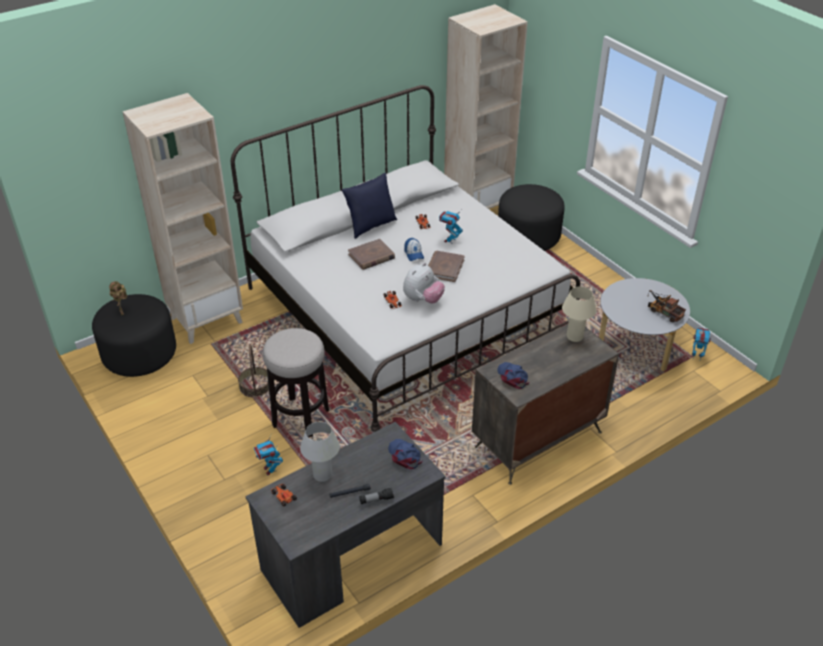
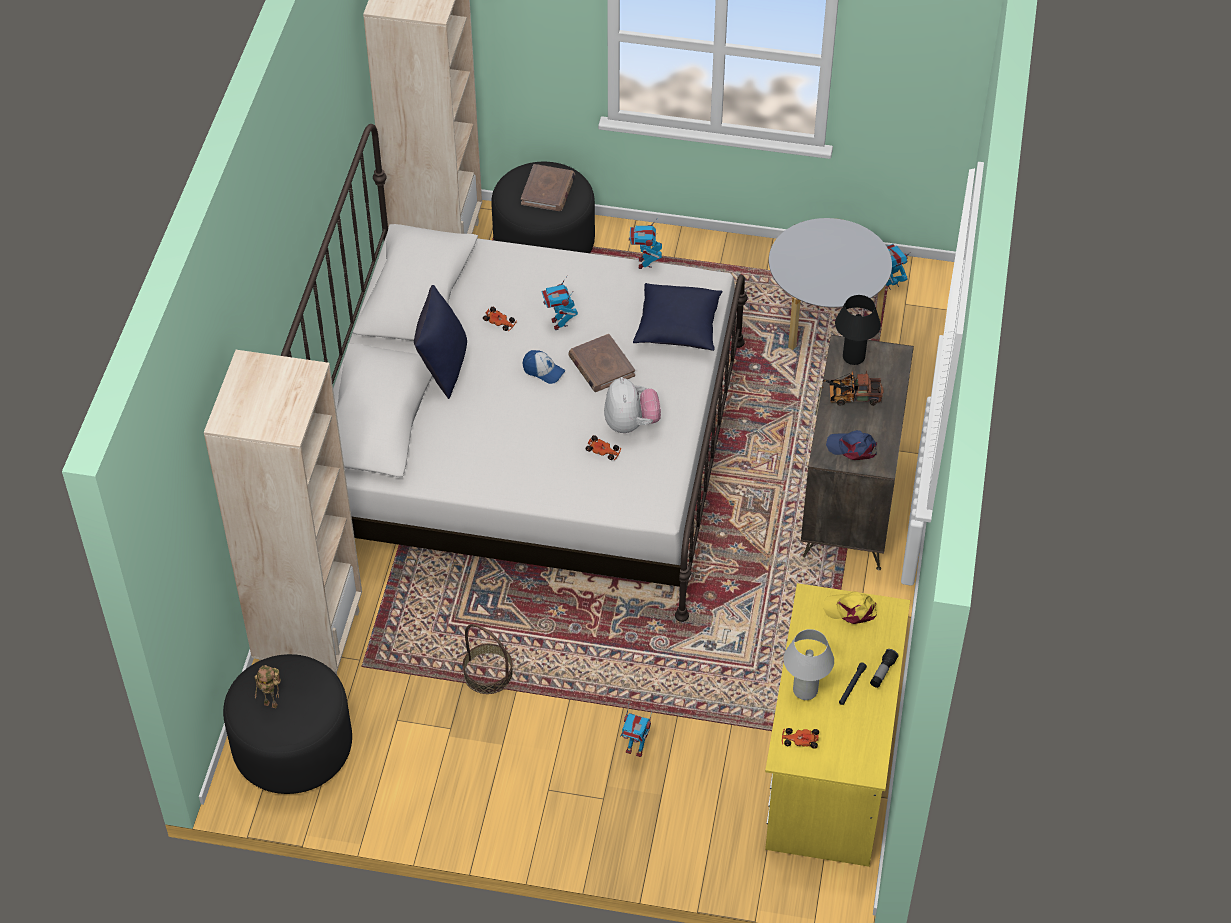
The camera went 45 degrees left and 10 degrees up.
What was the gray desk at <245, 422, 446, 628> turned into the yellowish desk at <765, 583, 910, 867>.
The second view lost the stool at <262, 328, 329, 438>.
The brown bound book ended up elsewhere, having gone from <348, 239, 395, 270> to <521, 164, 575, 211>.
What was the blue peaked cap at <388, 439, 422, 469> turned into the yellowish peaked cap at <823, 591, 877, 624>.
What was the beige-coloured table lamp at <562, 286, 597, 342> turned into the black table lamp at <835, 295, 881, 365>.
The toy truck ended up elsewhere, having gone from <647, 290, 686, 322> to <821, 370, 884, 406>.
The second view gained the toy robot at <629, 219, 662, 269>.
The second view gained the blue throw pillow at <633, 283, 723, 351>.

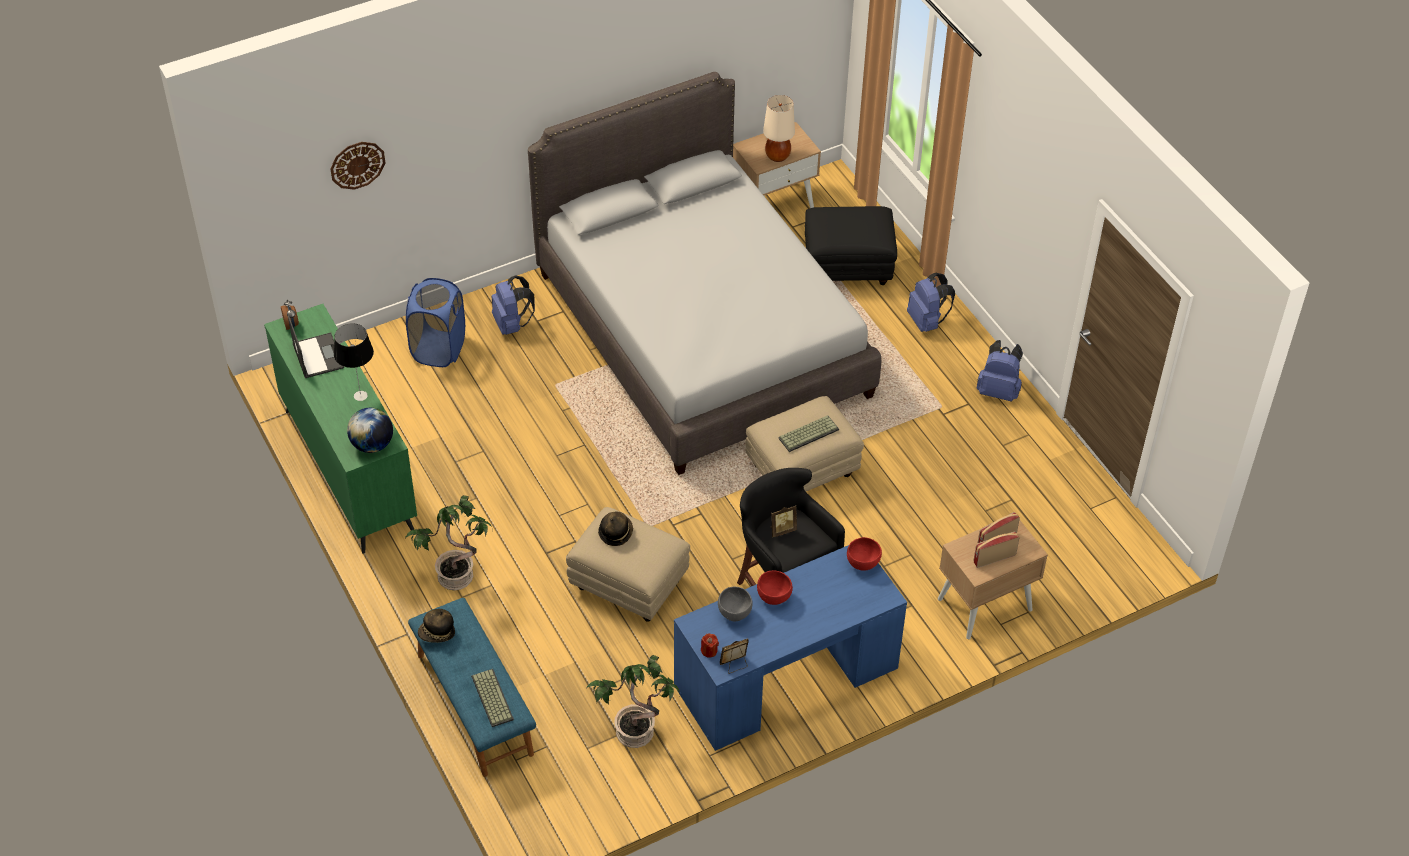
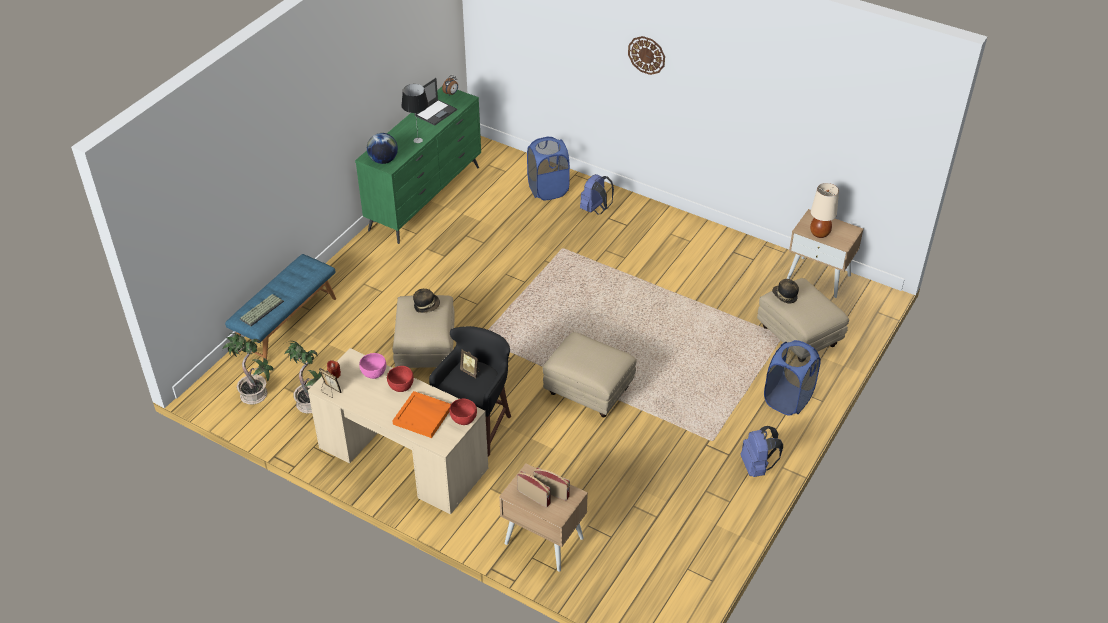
The camera went 60 degrees right and 5 degrees down.
The hanging clock ended up elsewhere, having gone from <330, 142, 385, 190> to <628, 36, 665, 75>.
The plant in a pot ended up elsewhere, having gone from <405, 495, 492, 590> to <222, 333, 273, 404>.
The hat ended up elsewhere, having gone from <418, 609, 455, 643> to <772, 279, 799, 304>.
The second view lost the gray sleeping bed at <528, 72, 881, 475>.
What was the blue desk at <674, 545, 907, 751> turned into the beige-coloured desk at <308, 348, 488, 515>.
What was the gray deep dish at <718, 587, 753, 621> turned into the pinkish deep dish at <359, 353, 386, 379>.
The second view lost the keyboard at <778, 415, 839, 452>.
What was the black footrest at <805, 206, 897, 285> turned into the beige-coloured footrest at <757, 278, 849, 352>.
Where the blue backpack stood at <907, 273, 955, 332>, the blue laundry basket came to stand at <764, 340, 821, 416>.
The second view gained the orangey carrying tray at <392, 391, 451, 438>.

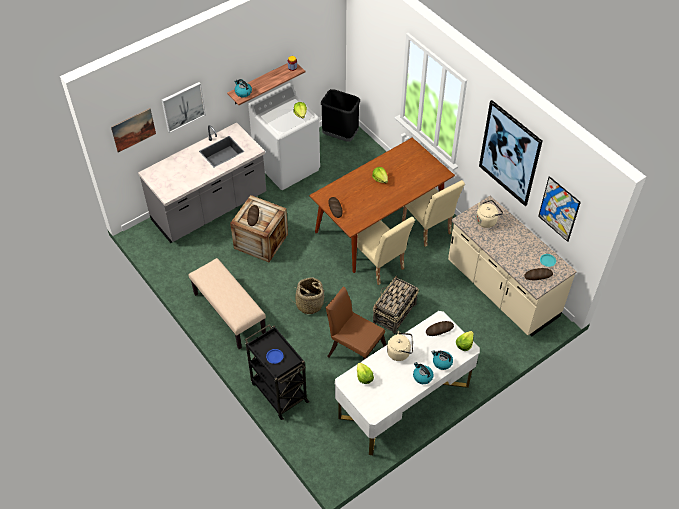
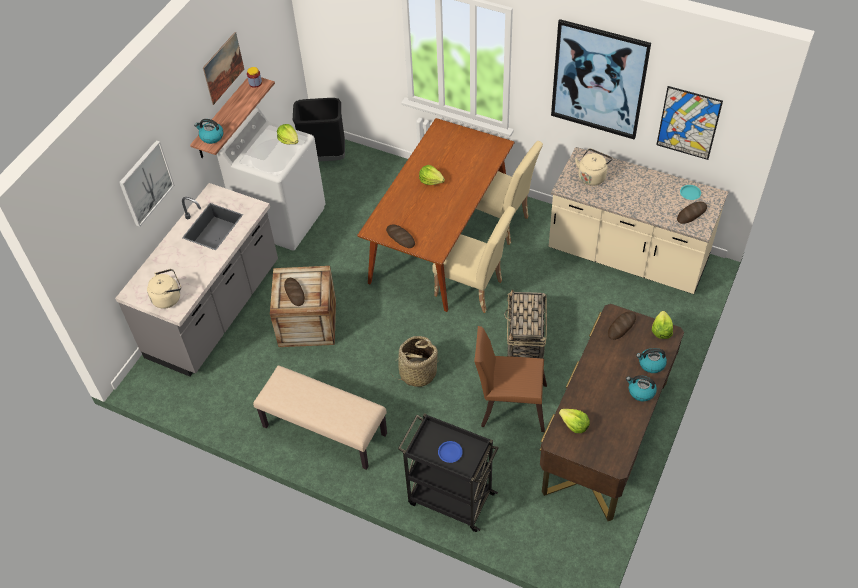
The camera went 25 degrees left and 0 degrees up.
The picture ended up elsewhere, having gone from <111, 108, 156, 153> to <203, 32, 244, 105>.
What was the white desk at <335, 311, 480, 455> turned into the brown desk at <540, 304, 684, 521>.
The beige-coloured water kettle ended up elsewhere, having gone from <387, 331, 413, 361> to <147, 269, 181, 309>.

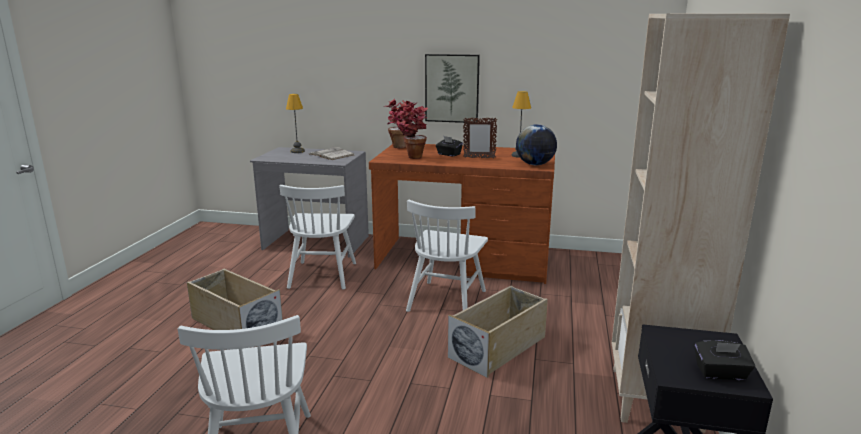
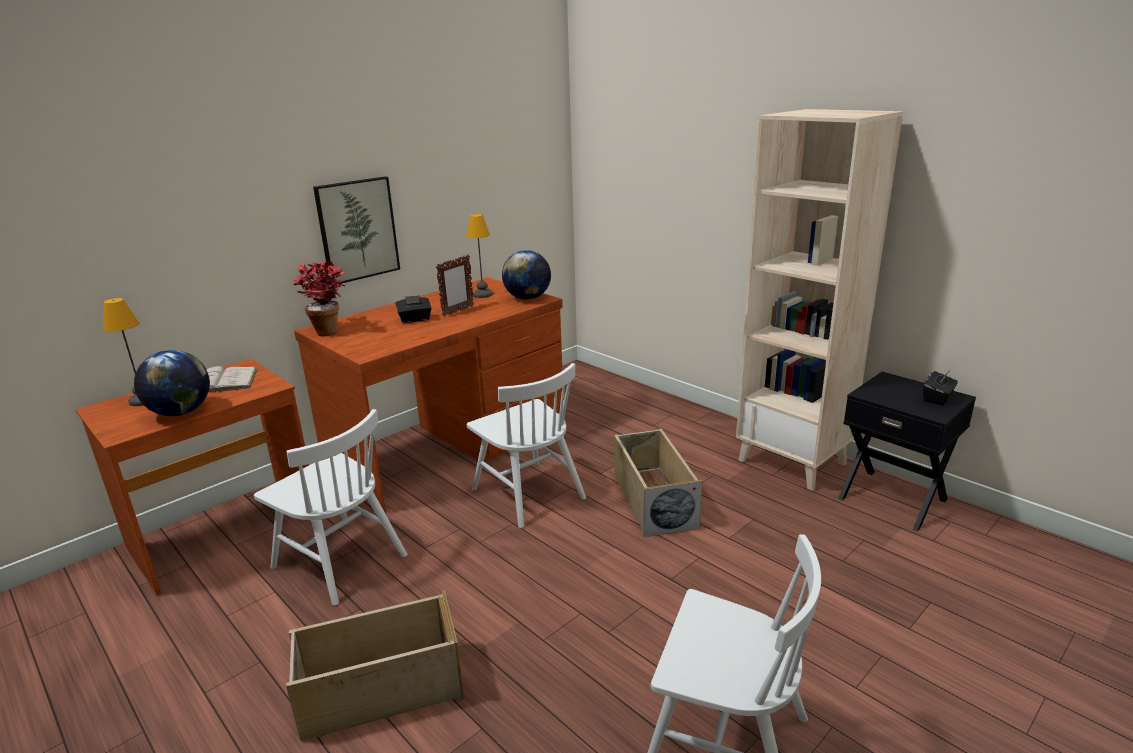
The camera went 55 degrees left and 5 degrees up.
What was the gray desk at <250, 147, 369, 258> turned into the brown desk at <75, 359, 309, 596>.
The second view lost the plant in a pot at <387, 106, 428, 159>.
The second view gained the world globe at <134, 350, 210, 416>.

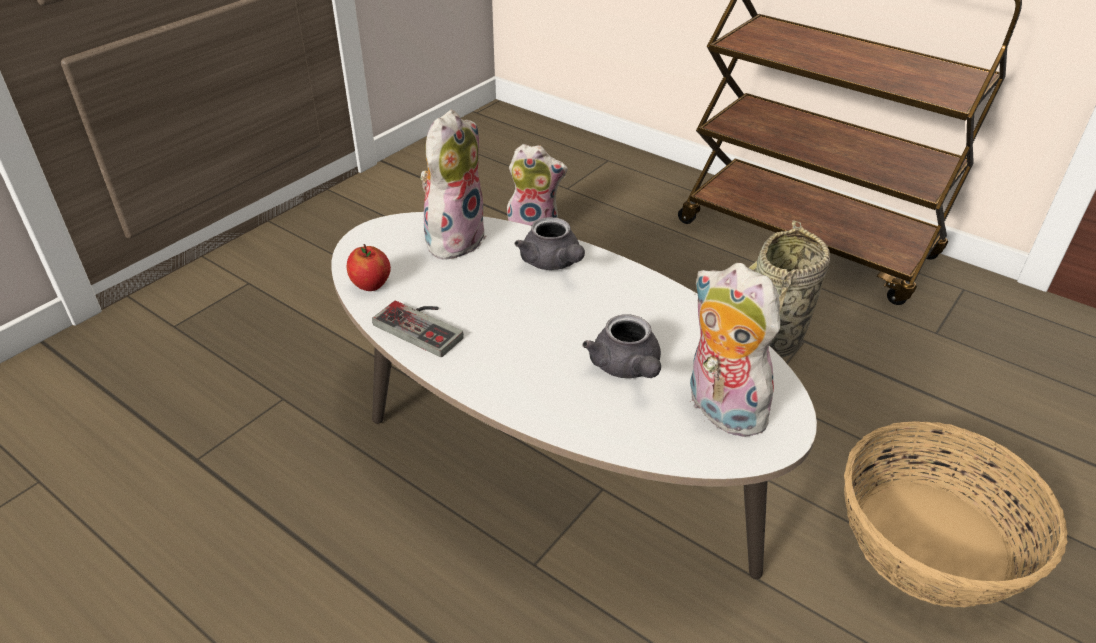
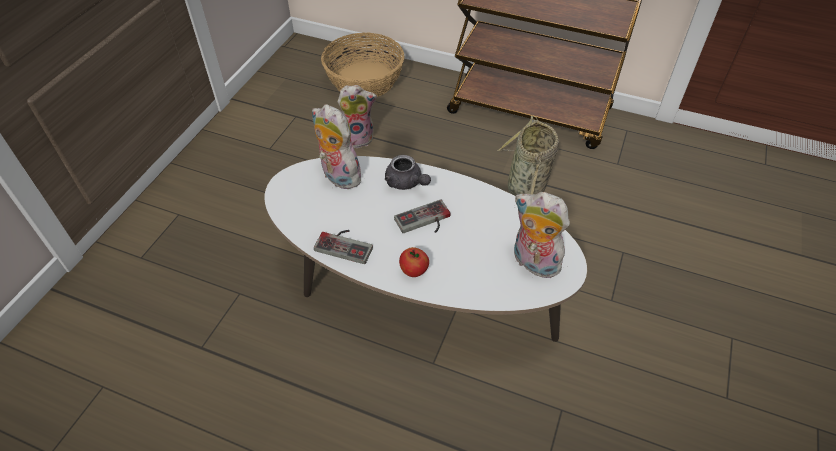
The camera went 15 degrees left and 10 degrees up.
The apple fruit ended up elsewhere, having gone from <347, 244, 391, 291> to <399, 247, 429, 277>.
The cuddly toy at <420, 110, 486, 260> ended up facing another way, 60 degrees counterclockwise from before.
The second view lost the gray pot for tea at <582, 314, 661, 378>.
The storage basket ended up elsewhere, having gone from <844, 421, 1068, 608> to <321, 32, 405, 97>.
The second view gained the joypad at <394, 199, 451, 233>.

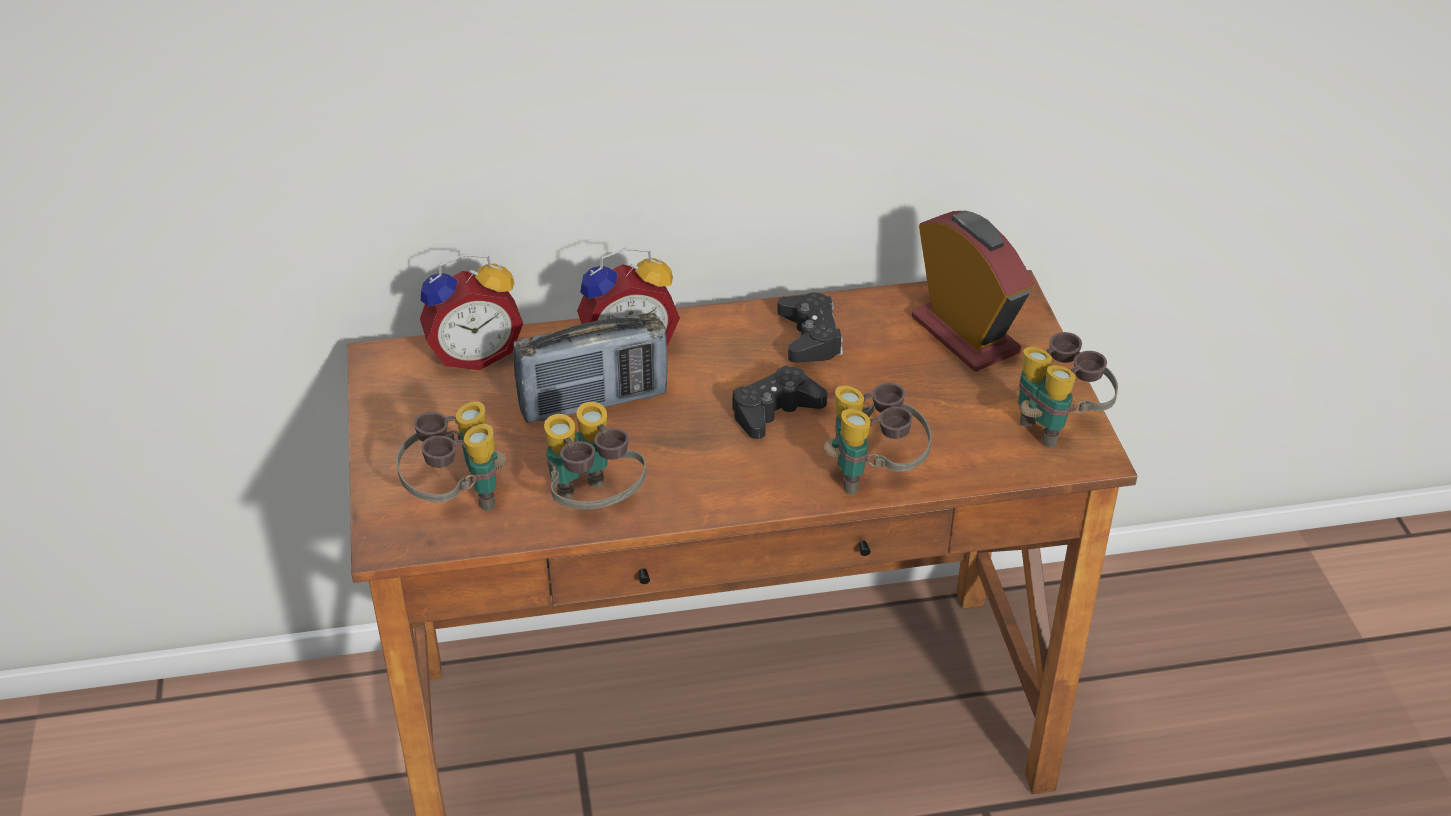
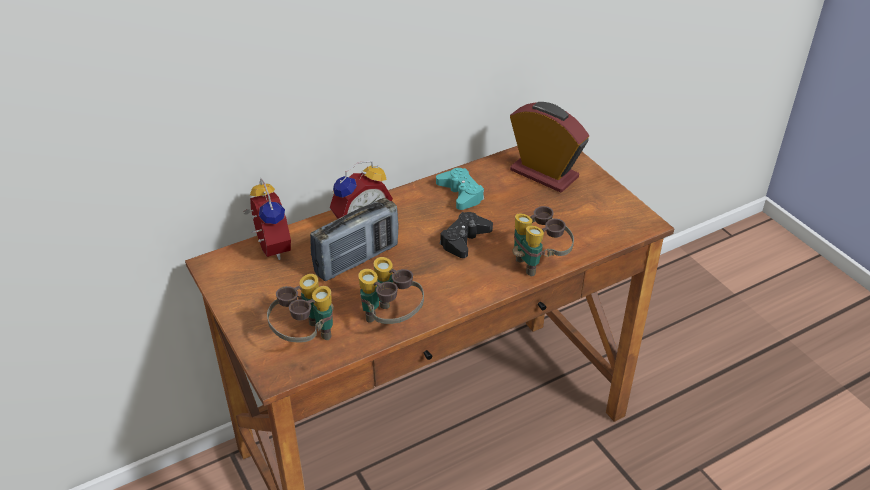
The camera went 20 degrees left and 0 degrees up.
The alarm clock at <420, 254, 523, 370> ended up facing another way, 75 degrees counterclockwise from before.
What was the black joypad at <777, 293, 843, 363> turned into the blue-green joypad at <436, 168, 484, 210>.
The second view lost the binoculars at <1018, 332, 1118, 448>.

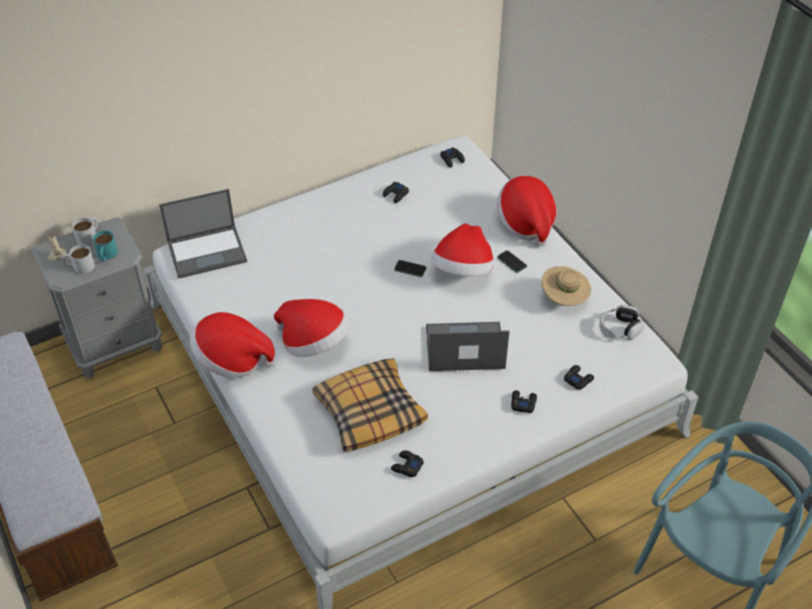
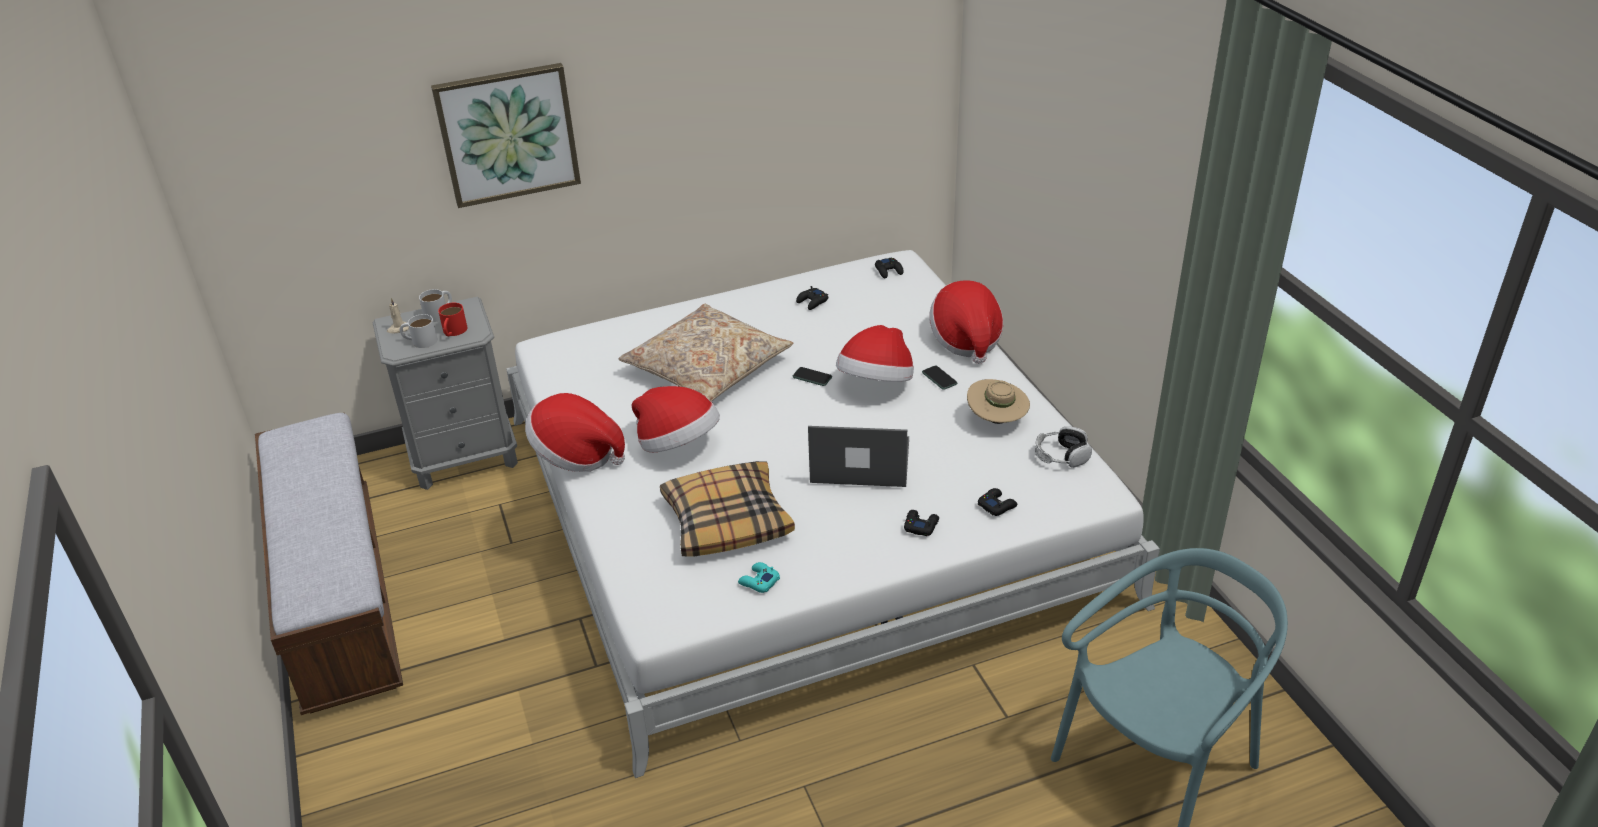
The camera went 10 degrees right and 10 degrees down.
What was the blue-green tea mug at <93, 231, 118, 261> turned into the reddish tea mug at <438, 303, 468, 336>.
The second view lost the portable computer at <159, 189, 247, 279>.
What was the black joypad at <391, 451, 424, 477> turned into the blue-green joypad at <738, 562, 780, 593>.
The second view gained the picture at <431, 63, 581, 208>.
The second view gained the beige-coloured throw pillow at <618, 304, 794, 402>.

